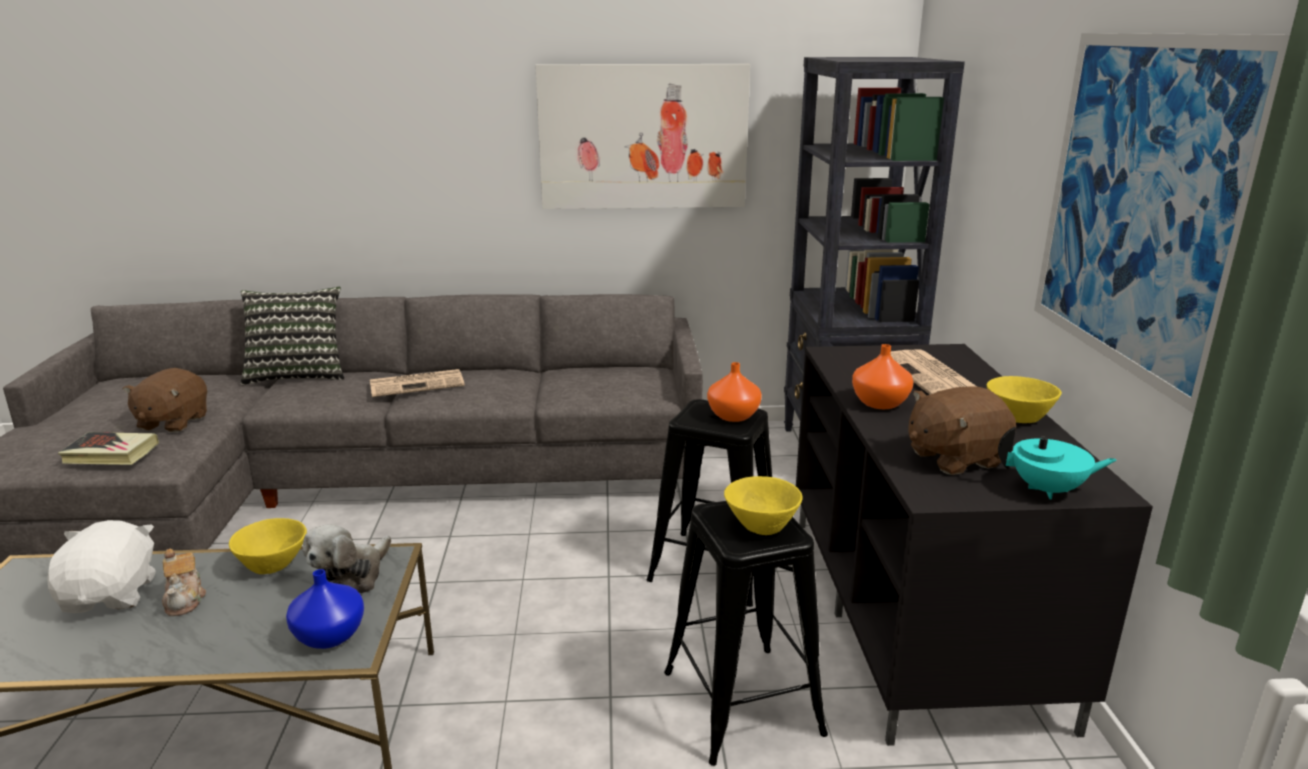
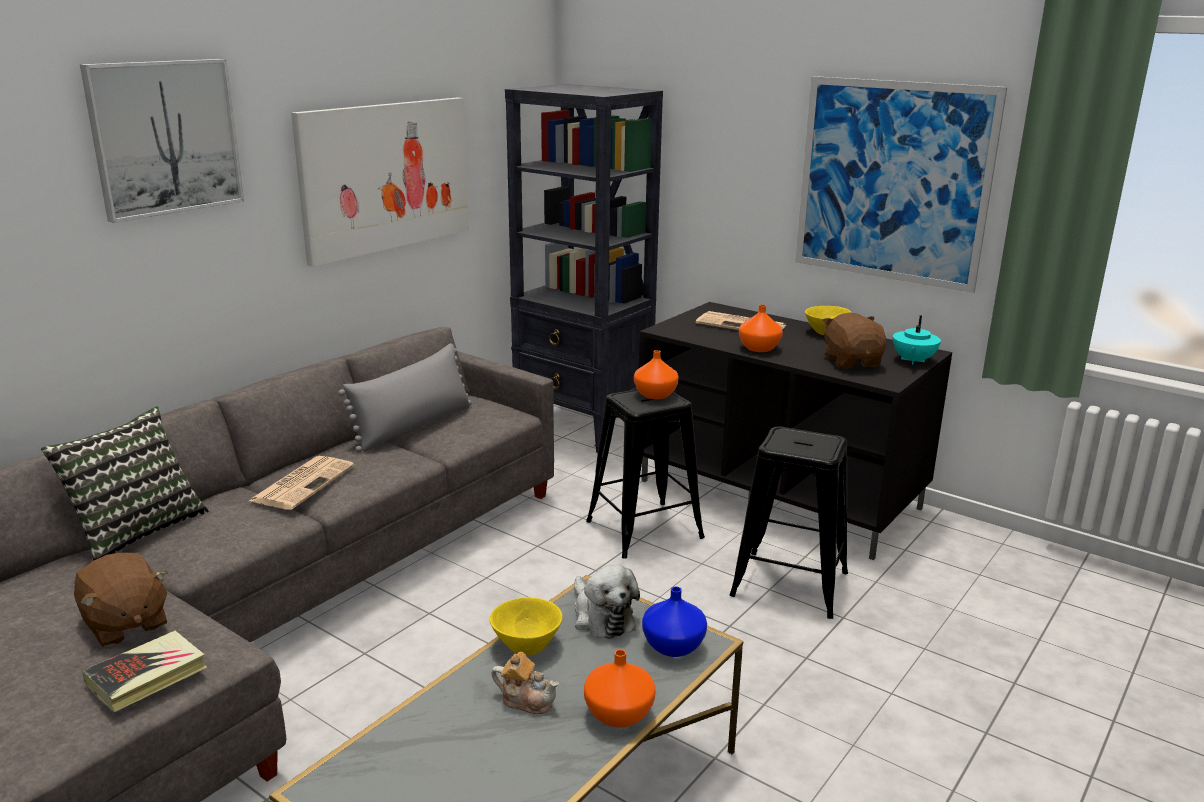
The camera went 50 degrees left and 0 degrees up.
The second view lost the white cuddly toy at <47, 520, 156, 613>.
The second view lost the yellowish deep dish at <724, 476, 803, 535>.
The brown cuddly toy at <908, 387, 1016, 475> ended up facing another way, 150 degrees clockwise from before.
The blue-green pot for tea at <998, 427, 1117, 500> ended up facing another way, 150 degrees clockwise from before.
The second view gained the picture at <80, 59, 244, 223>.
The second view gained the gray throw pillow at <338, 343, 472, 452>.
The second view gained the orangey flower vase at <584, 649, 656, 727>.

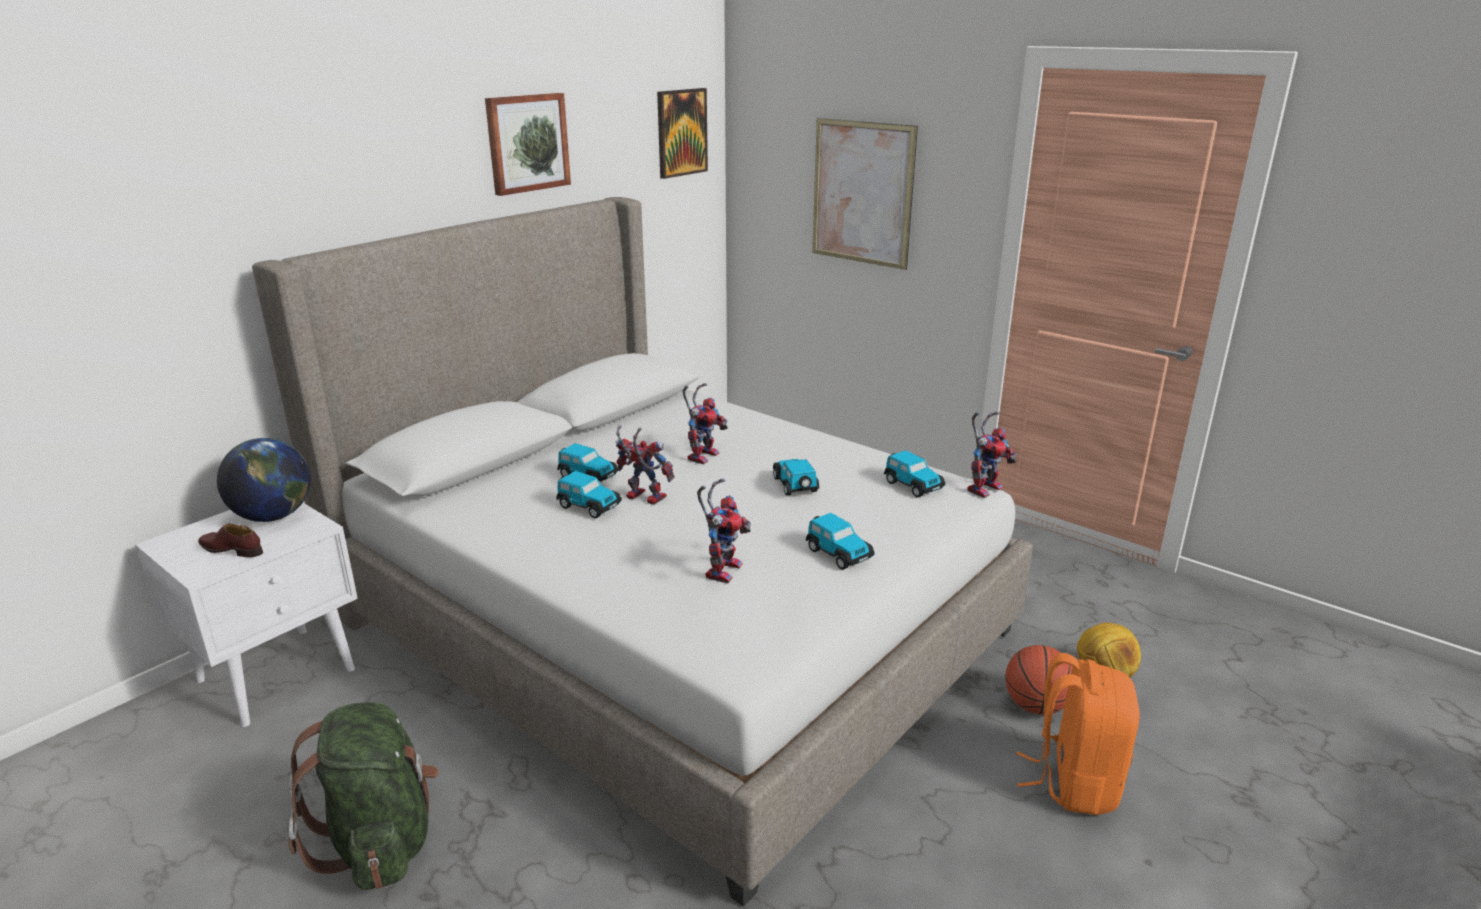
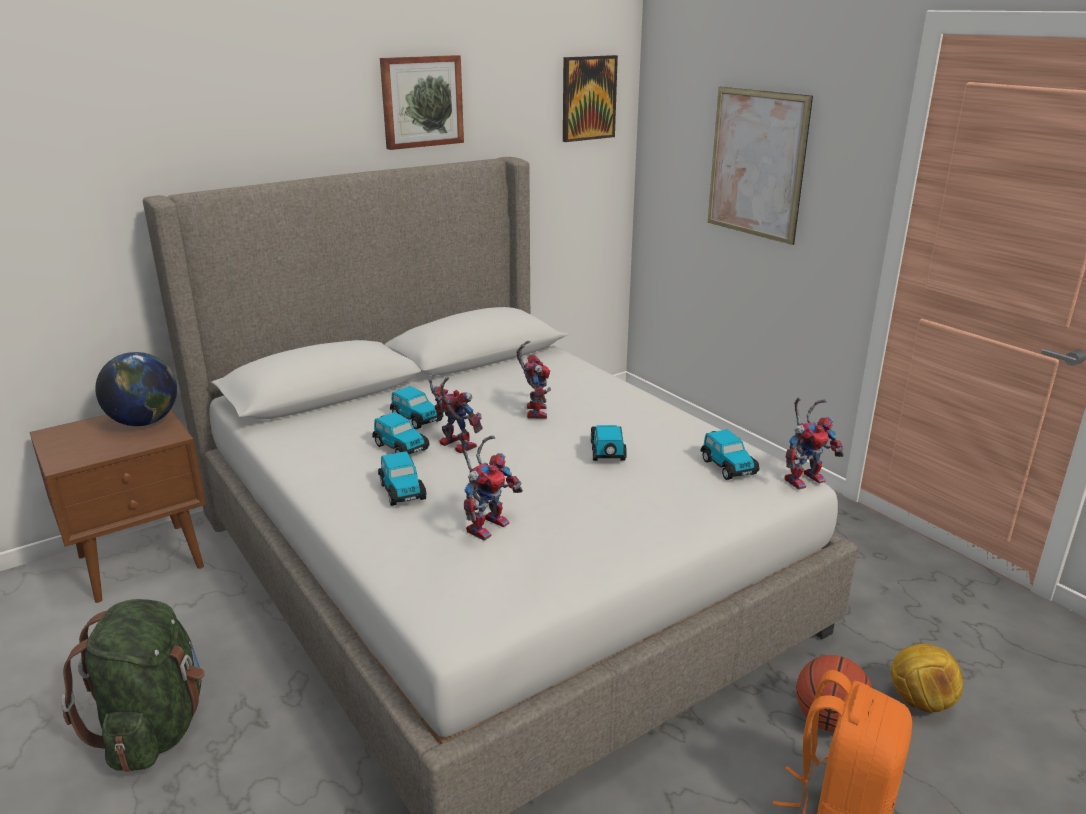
The camera went 15 degrees right and 0 degrees up.
What was the white night table at <135, 503, 358, 727> turned into the brown night table at <29, 409, 206, 603>.
The second view lost the brown shoe at <198, 524, 263, 557>.
The toy robot at <682, 383, 728, 465> ended up facing another way, 45 degrees counterclockwise from before.
The model car ended up elsewhere, having gone from <805, 513, 875, 570> to <378, 451, 427, 506>.

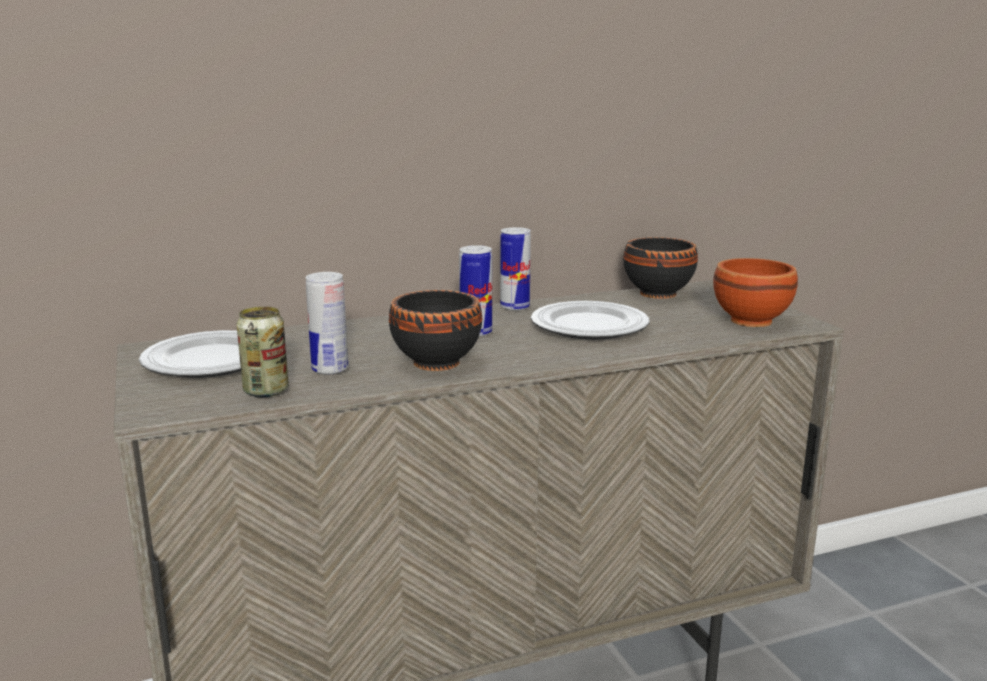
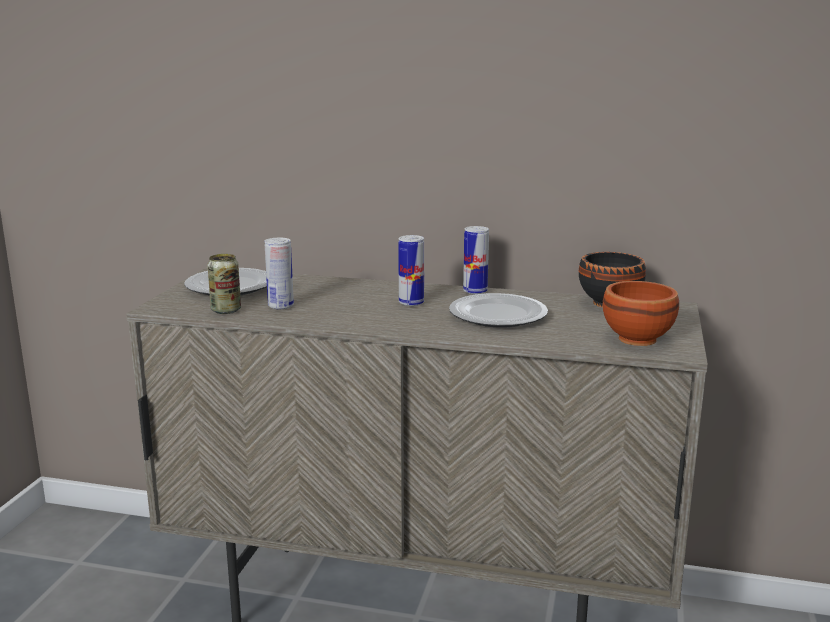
The camera went 35 degrees right and 0 degrees up.
The second view lost the black deep dish at <389, 290, 482, 371>.

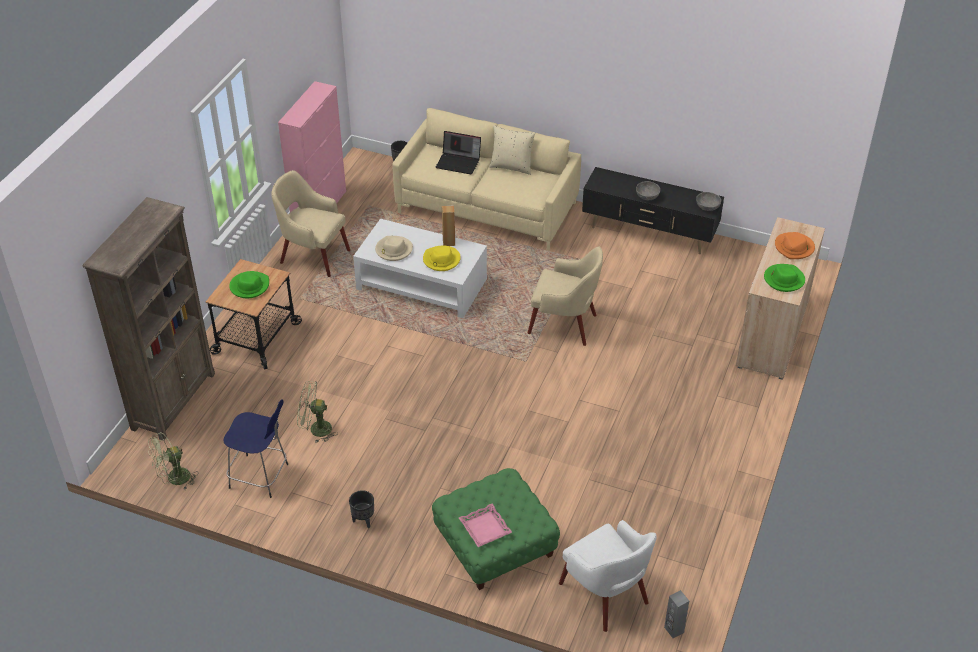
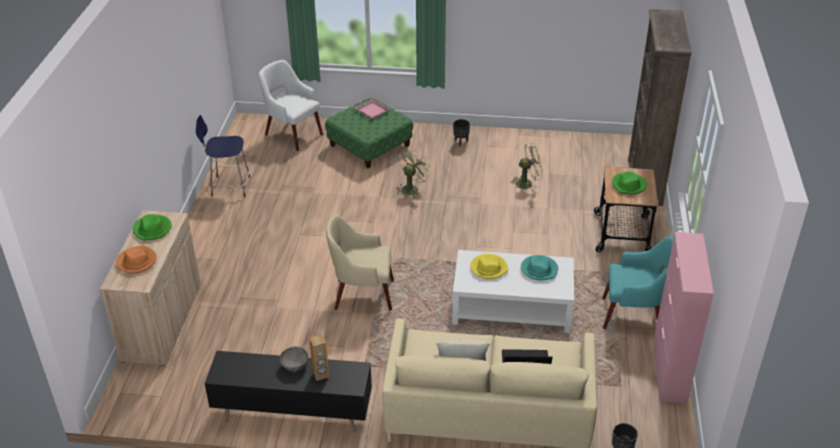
The camera went 165 degrees right and 5 degrees down.
The green-coloured electric fan ended up elsewhere, having gone from <148, 432, 197, 490> to <397, 148, 431, 195>.
The blue stool ended up elsewhere, having gone from <224, 399, 288, 498> to <196, 115, 250, 197>.
What was the beige-coloured lounge chair at <271, 170, 350, 277> turned into the blue-green lounge chair at <602, 236, 674, 329>.
What was the beige-coloured hat at <375, 236, 413, 261> turned into the blue-green hat at <521, 255, 558, 281>.
The brown speaker ended up elsewhere, having gone from <442, 205, 455, 246> to <309, 334, 329, 381>.
The second view lost the gray speaker at <664, 590, 689, 638>.
The second view lost the gray deep dish at <696, 192, 721, 211>.

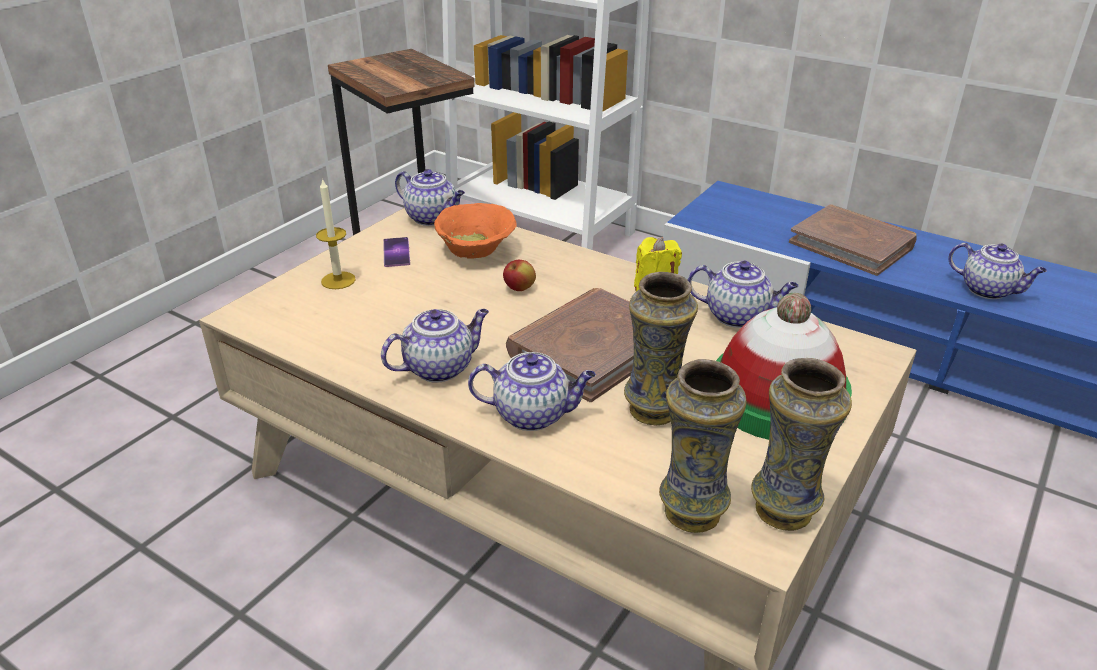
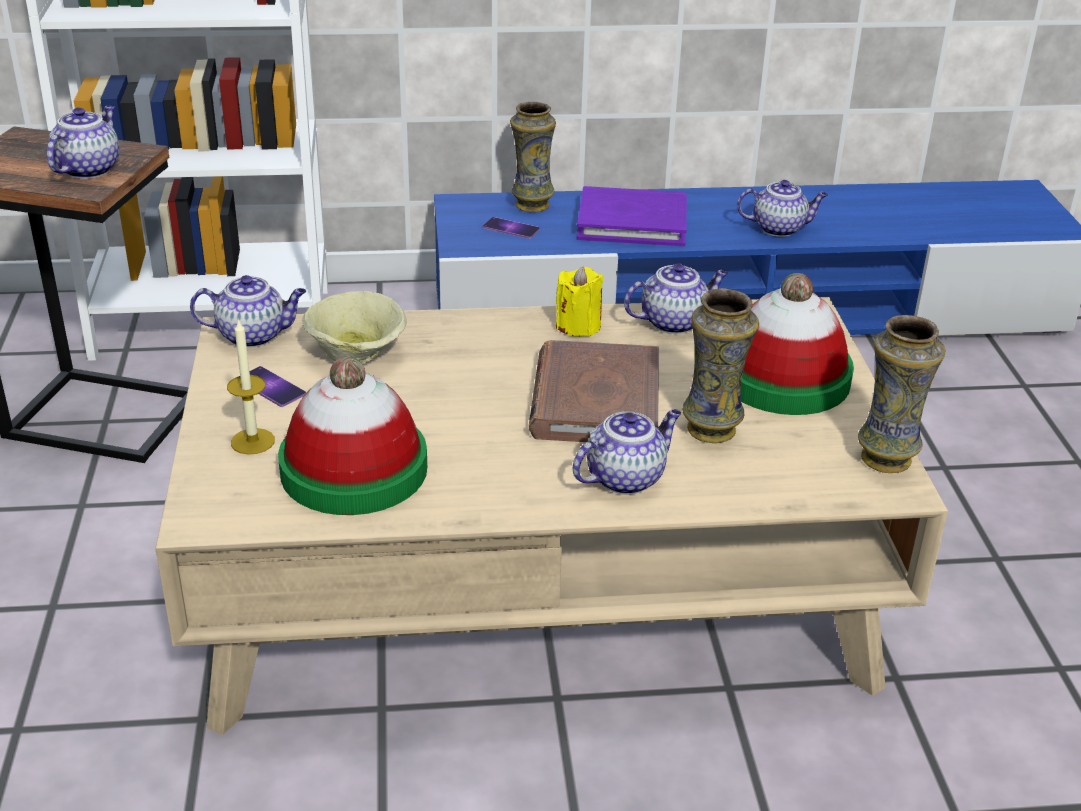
The camera went 40 degrees left and 0 degrees up.
The pot for tea ended up elsewhere, having gone from <381, 309, 489, 382> to <47, 105, 119, 179>.
What was the orangey deep dish at <434, 203, 517, 259> turned into the beige-coloured deep dish at <302, 291, 407, 363>.
The second view lost the apple fruit at <503, 260, 536, 291>.
The flower vase ended up elsewhere, having gone from <659, 359, 746, 533> to <510, 102, 556, 212>.
What was the brown bound book at <789, 205, 917, 276> turned into the purple bound book at <577, 186, 687, 246>.
The second view gained the hat at <278, 356, 427, 515>.
The second view gained the handset at <482, 217, 540, 239>.

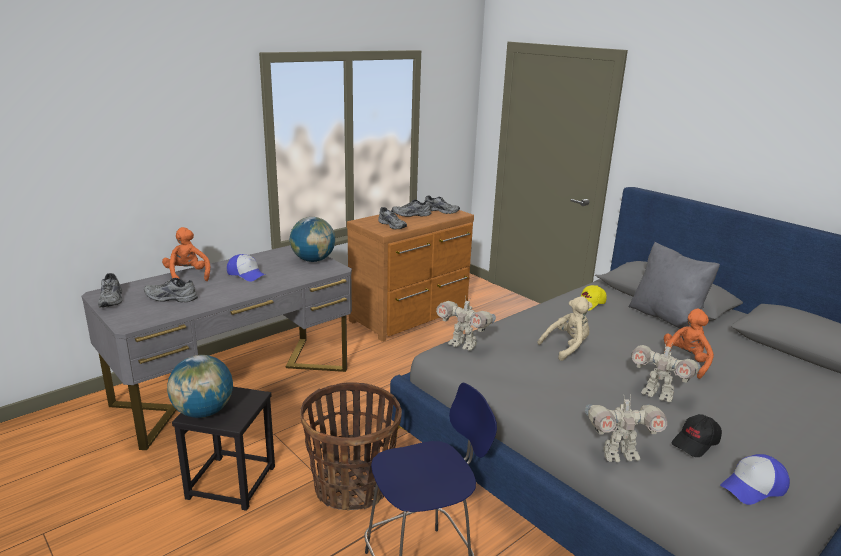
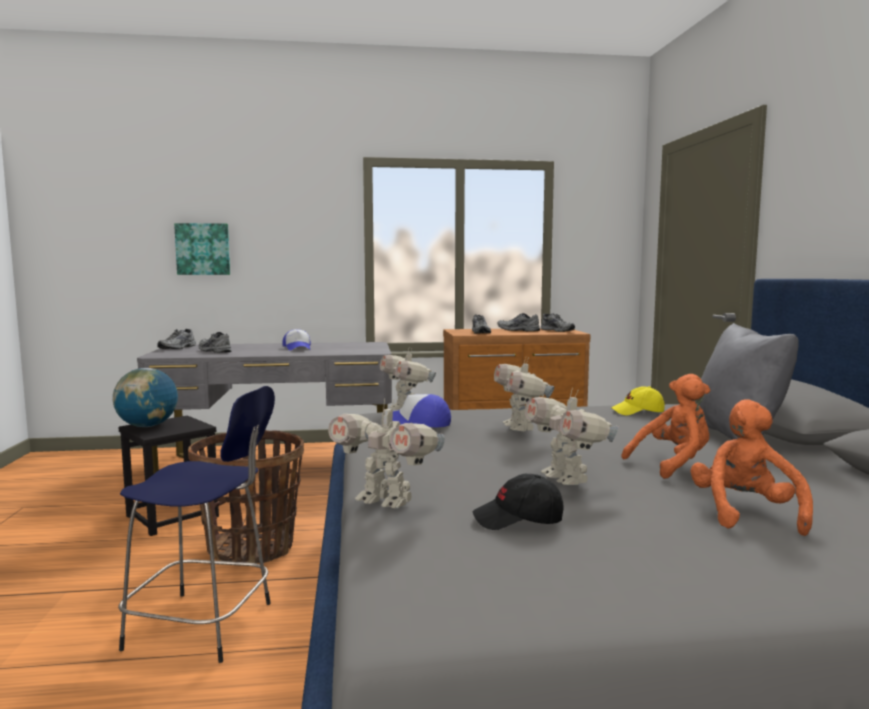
The camera went 35 degrees right and 15 degrees down.
The orangey cuddly toy ended up elsewhere, having gone from <162, 227, 210, 281> to <690, 399, 813, 536>.
The second view lost the world globe at <290, 217, 335, 262>.
Where the beige-coloured cuddly toy stood at <538, 296, 593, 361>, the toy robot came to stand at <494, 358, 554, 432>.
The peaked cap ended up elsewhere, having gone from <720, 454, 790, 505> to <393, 394, 451, 428>.
The second view gained the picture at <174, 223, 230, 275>.

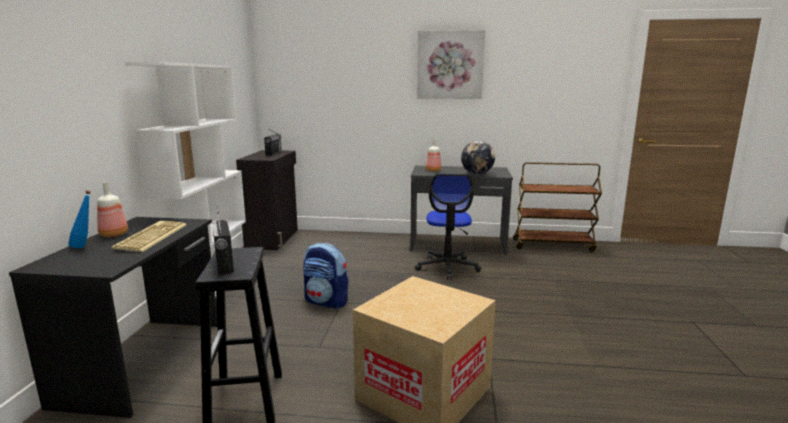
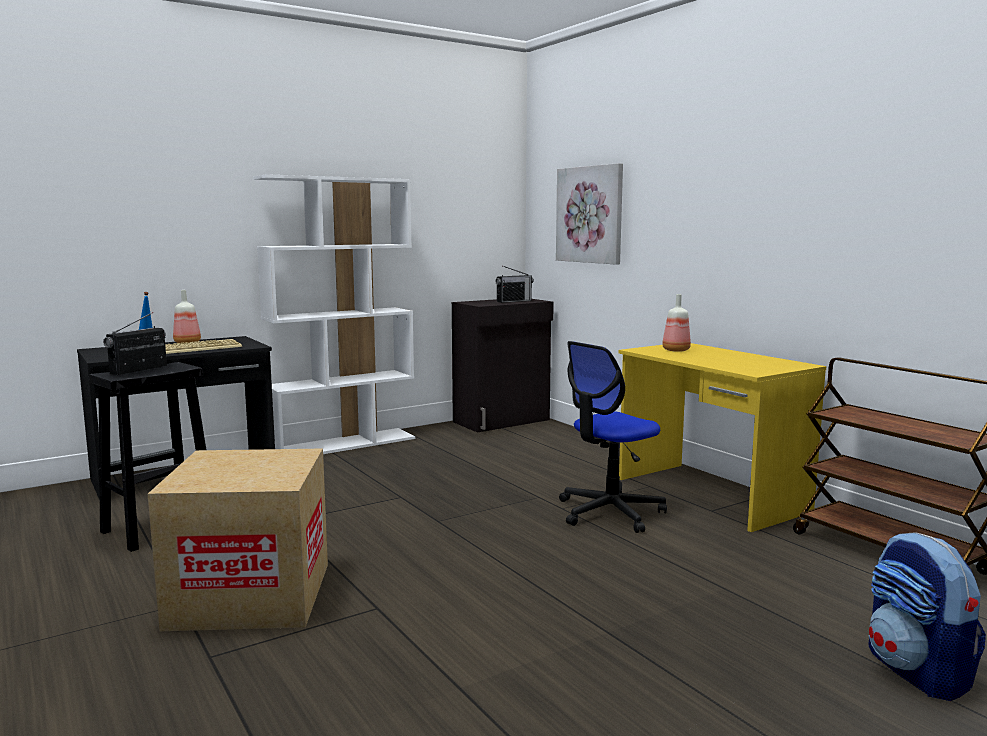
The camera went 50 degrees right and 5 degrees down.
The backpack ended up elsewhere, having gone from <303, 243, 349, 309> to <868, 532, 986, 701>.
What was the gray desk at <410, 166, 513, 255> turned into the yellowish desk at <619, 343, 826, 532>.
The picture ended up elsewhere, having gone from <417, 30, 485, 99> to <556, 163, 623, 264>.
The second view lost the world globe at <461, 141, 495, 174>.

